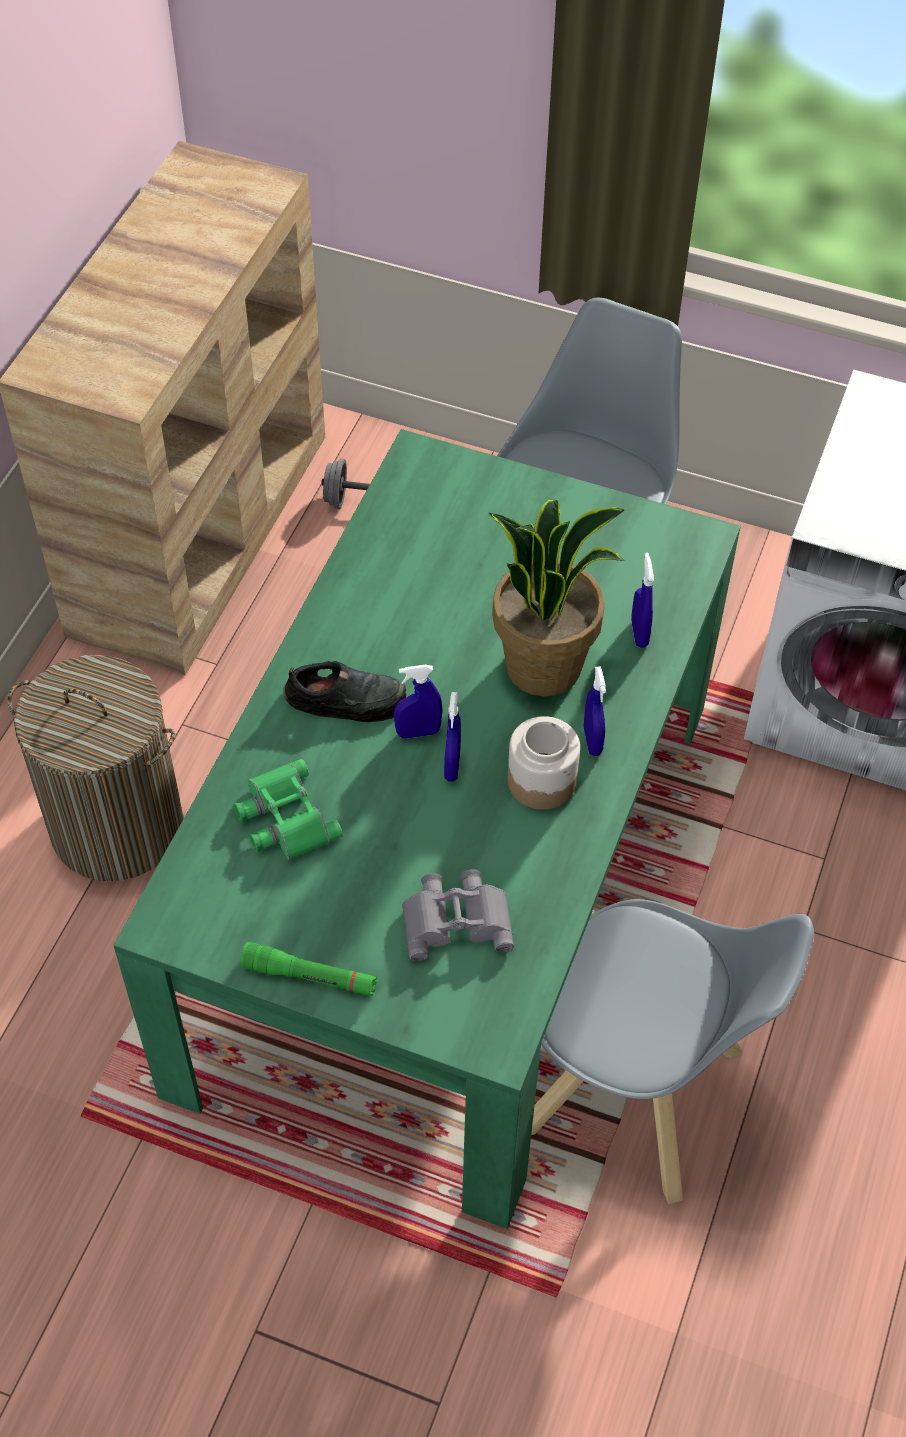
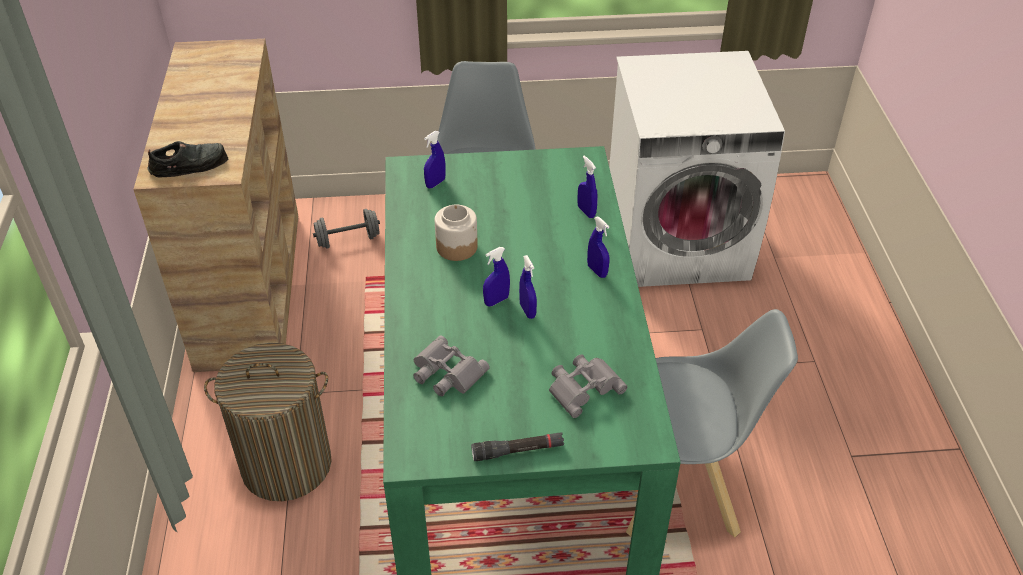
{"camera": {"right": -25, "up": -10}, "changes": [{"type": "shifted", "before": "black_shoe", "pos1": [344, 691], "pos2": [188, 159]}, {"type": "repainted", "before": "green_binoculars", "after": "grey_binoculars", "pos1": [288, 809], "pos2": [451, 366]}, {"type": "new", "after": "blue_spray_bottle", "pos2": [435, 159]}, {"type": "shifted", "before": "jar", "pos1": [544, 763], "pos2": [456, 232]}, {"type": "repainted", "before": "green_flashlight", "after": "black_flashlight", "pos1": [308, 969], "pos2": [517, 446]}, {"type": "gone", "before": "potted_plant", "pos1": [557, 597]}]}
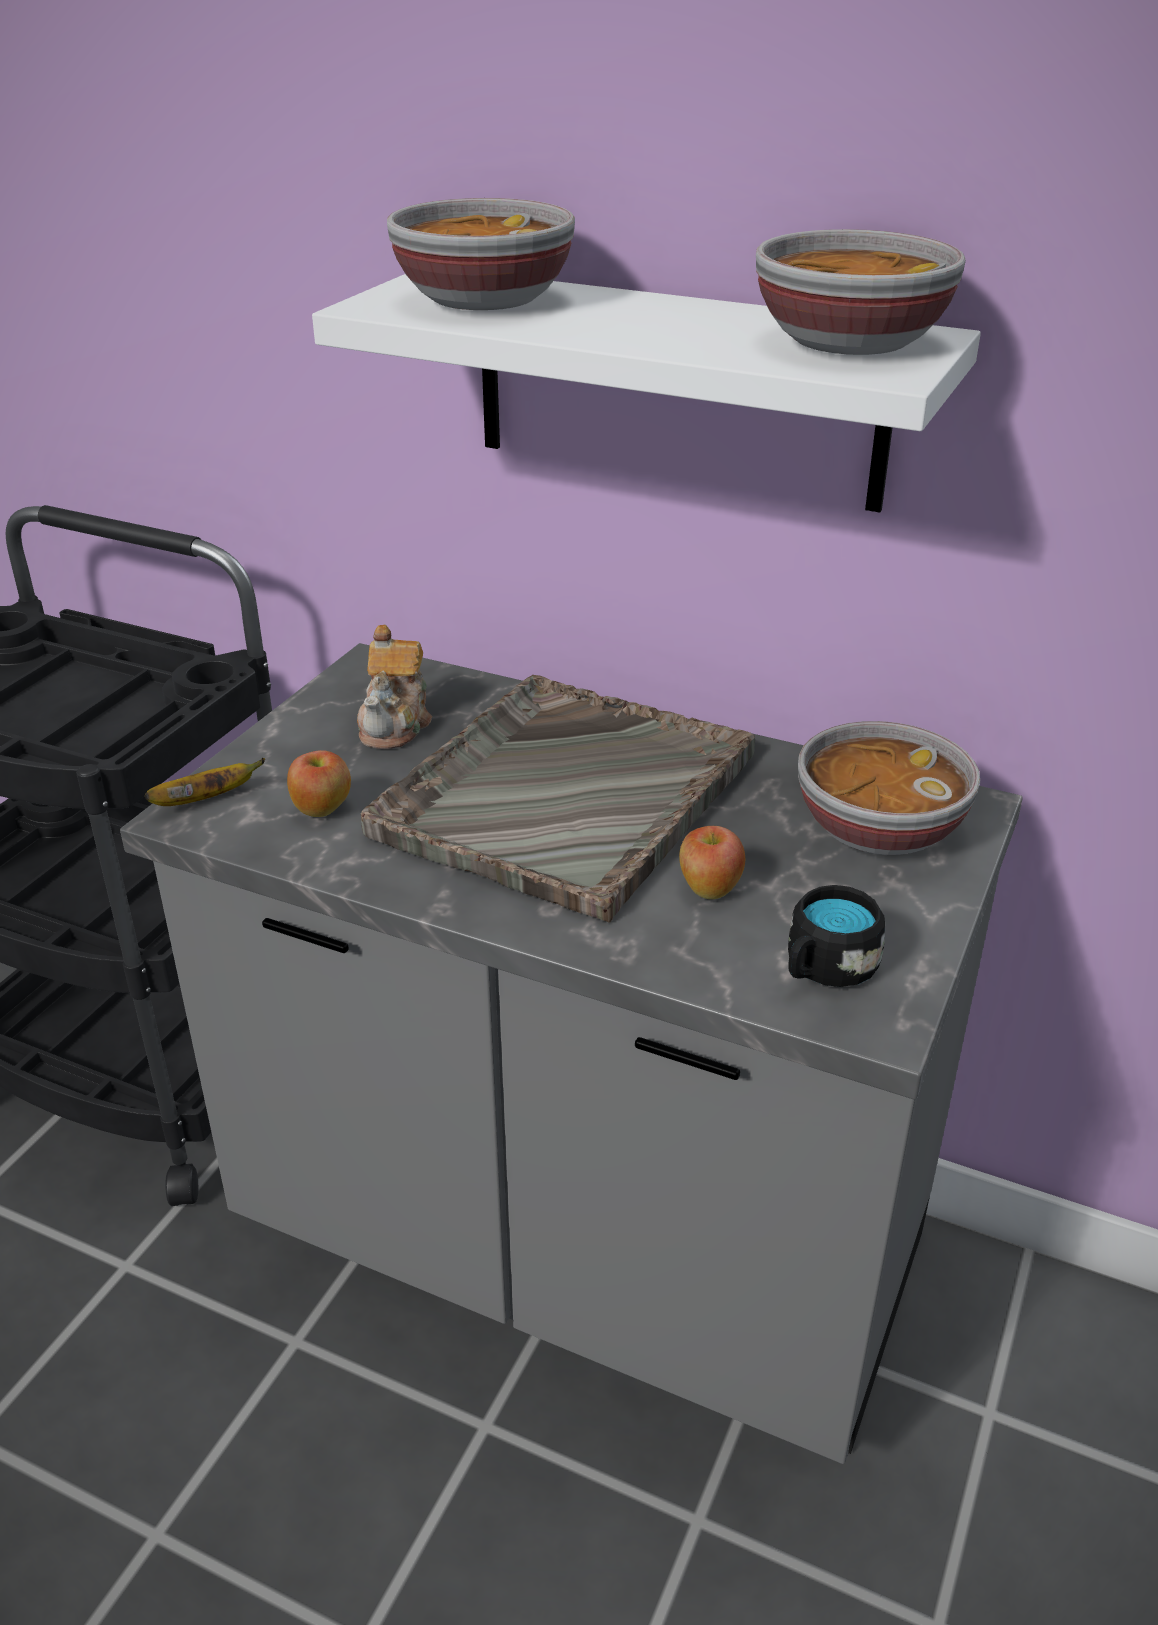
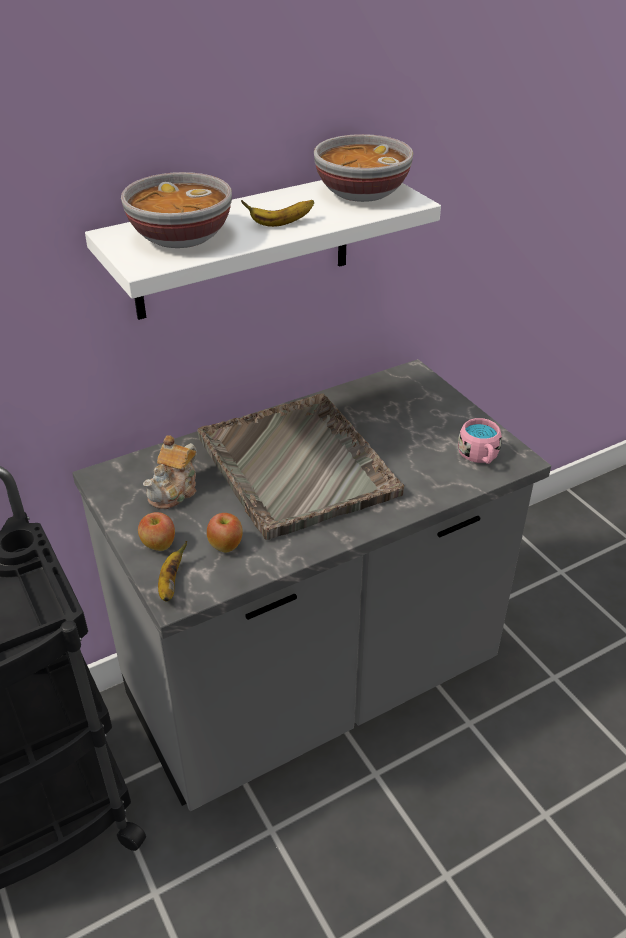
{"camera": {"right": -55, "up": 5}, "changes": [{"type": "shifted", "before": "apple", "pos1": [712, 862], "pos2": [156, 531]}, {"type": "rotated", "before": "teapot", "pos1": [394, 687], "pos2": [170, 472], "turn": 75}, {"type": "new", "after": "banana", "pos2": [277, 213]}, {"type": "repainted", "before": "black_mug", "after": "pink_mug", "pos1": [836, 936], "pos2": [480, 441]}, {"type": "gone", "before": "bowl", "pos1": [889, 788]}]}
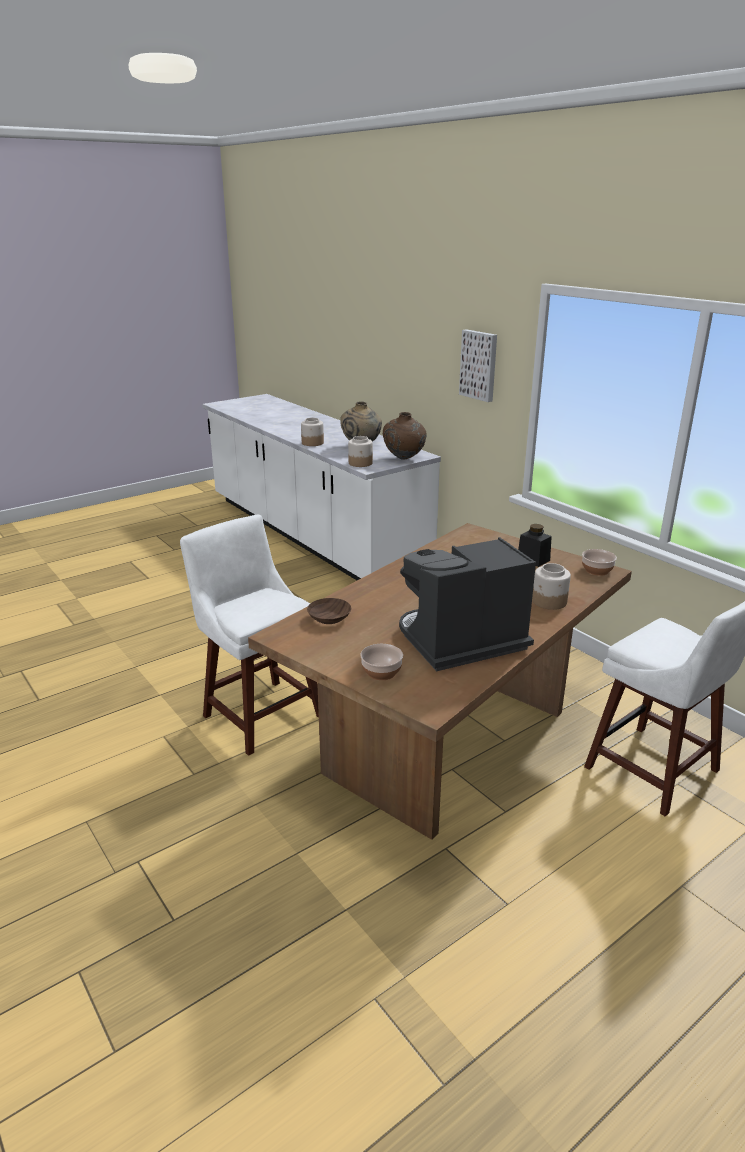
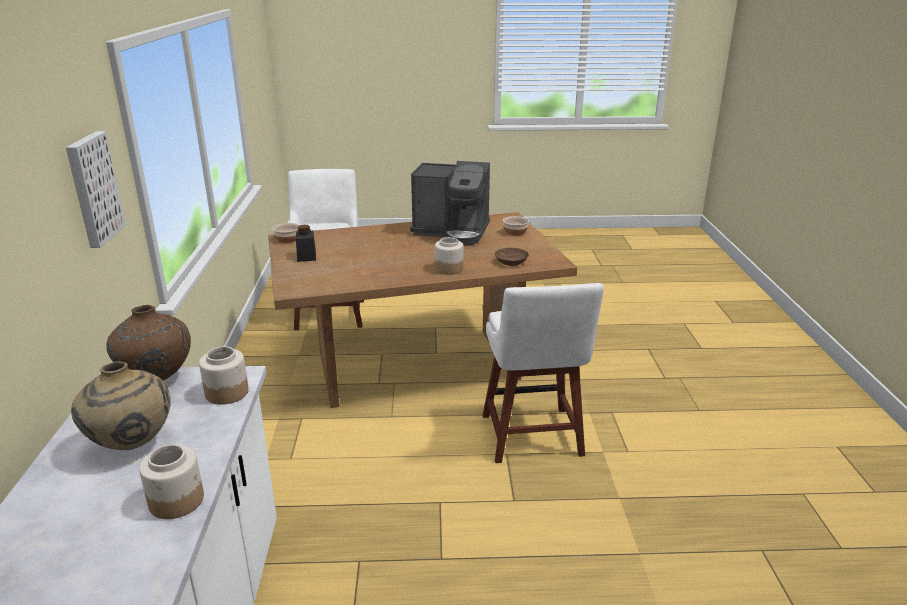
{"camera": {"right": -145, "up": 0}, "changes": [{"type": "shifted", "before": "jar", "pos1": [551, 586], "pos2": [449, 256]}]}
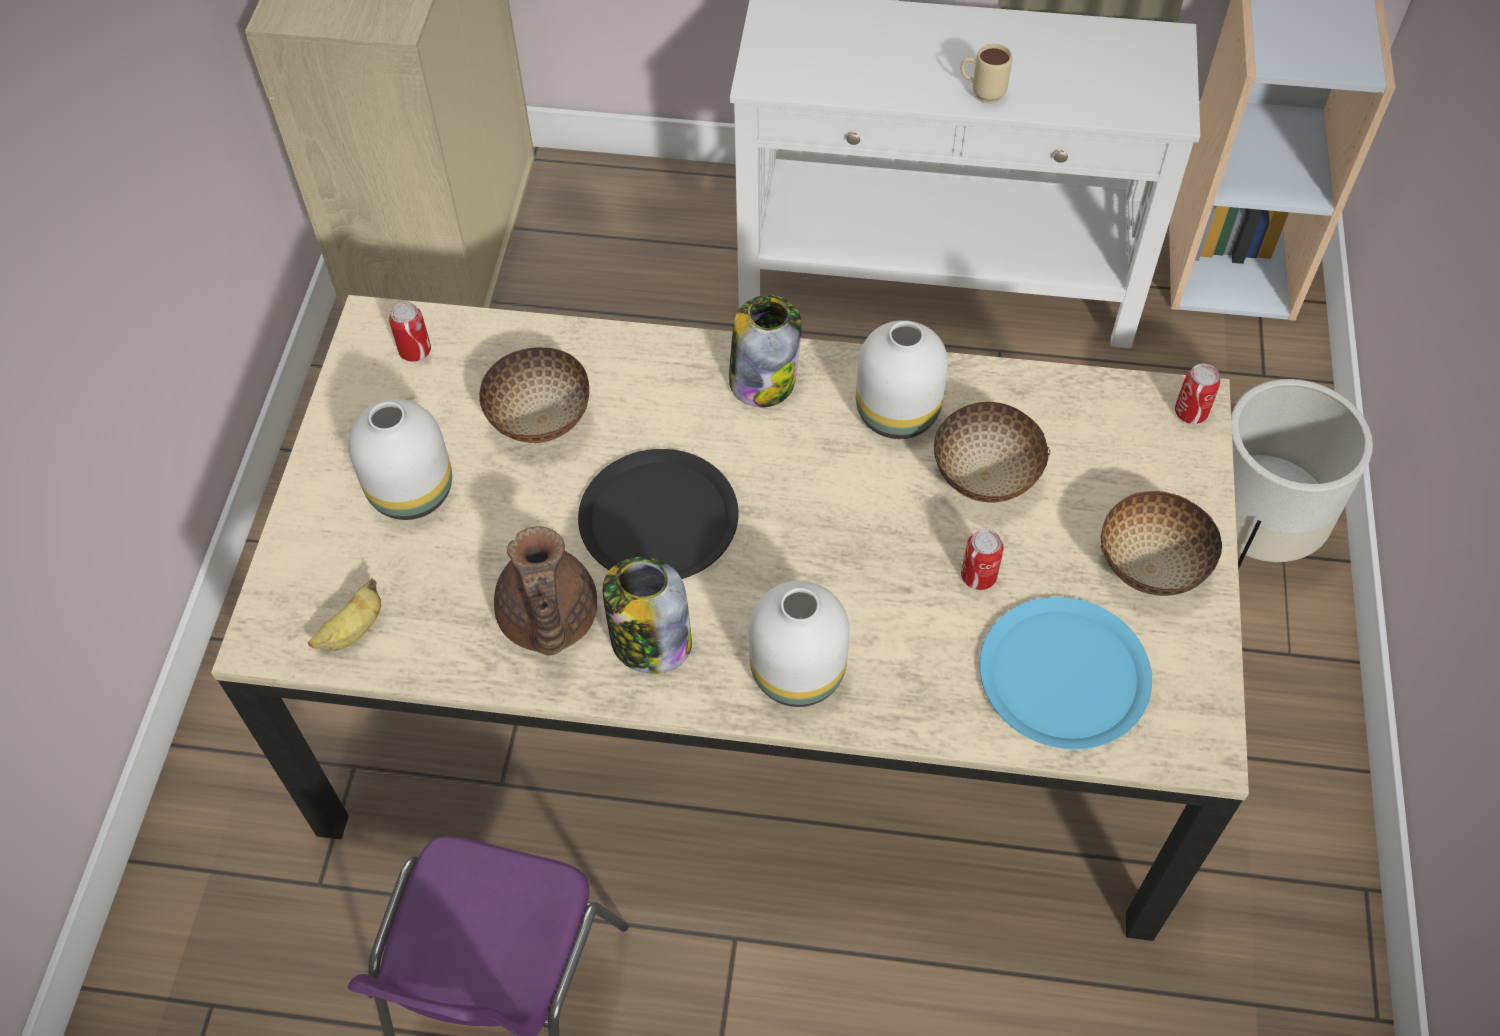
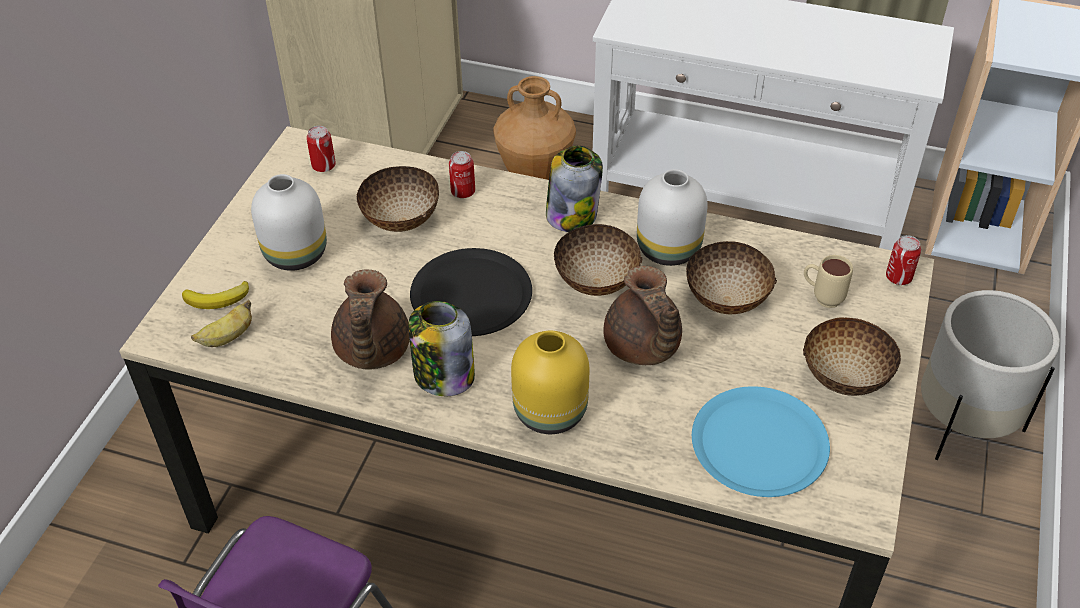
{"camera": {"right": 10, "up": -10}, "changes": [{"type": "new", "after": "banana", "pos2": [215, 295]}, {"type": "shifted", "before": "can", "pos1": [982, 559], "pos2": [462, 174]}, {"type": "new", "after": "brown_vase", "pos2": [534, 128]}, {"type": "repainted", "before": "white_vase", "after": "yellow_vase", "pos1": [799, 644], "pos2": [550, 382]}, {"type": "new", "after": "bowl", "pos2": [598, 260]}, {"type": "new", "after": "brown_teapot", "pos2": [642, 315]}, {"type": "shifted", "before": "beige_mug", "pos1": [986, 74], "pos2": [828, 281]}]}
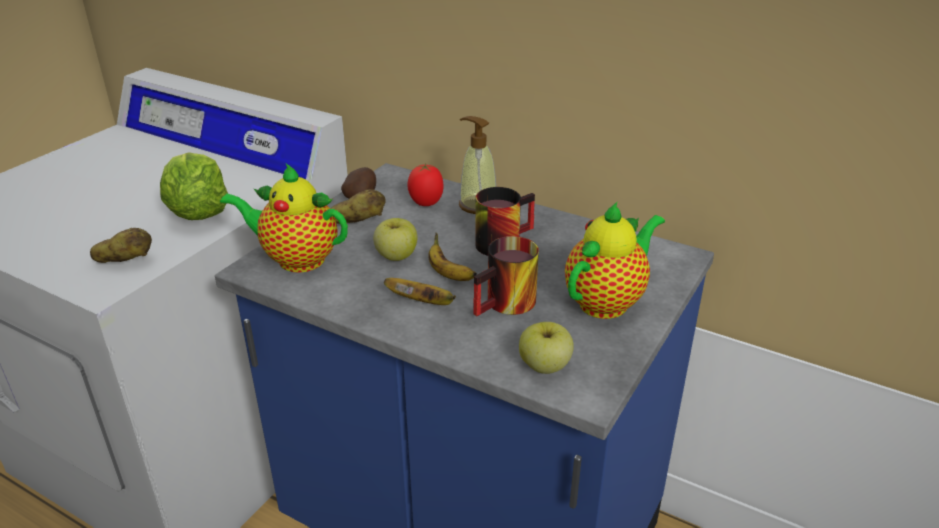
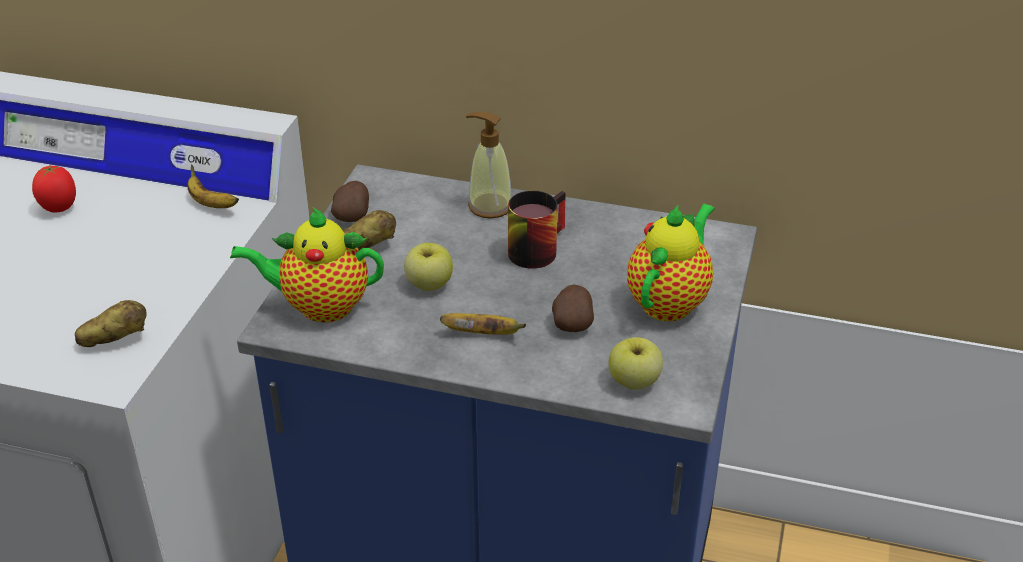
{"camera": {"right": -15, "up": 5}, "changes": [{"type": "shifted", "before": "tomato", "pos1": [425, 184], "pos2": [54, 189]}, {"type": "shifted", "before": "banana", "pos1": [452, 257], "pos2": [213, 186]}, {"type": "swapped", "before": "mug", "after": "potato", "pos1": [506, 276], "pos2": [573, 308]}, {"type": "gone", "before": "lettuce", "pos1": [194, 186]}]}
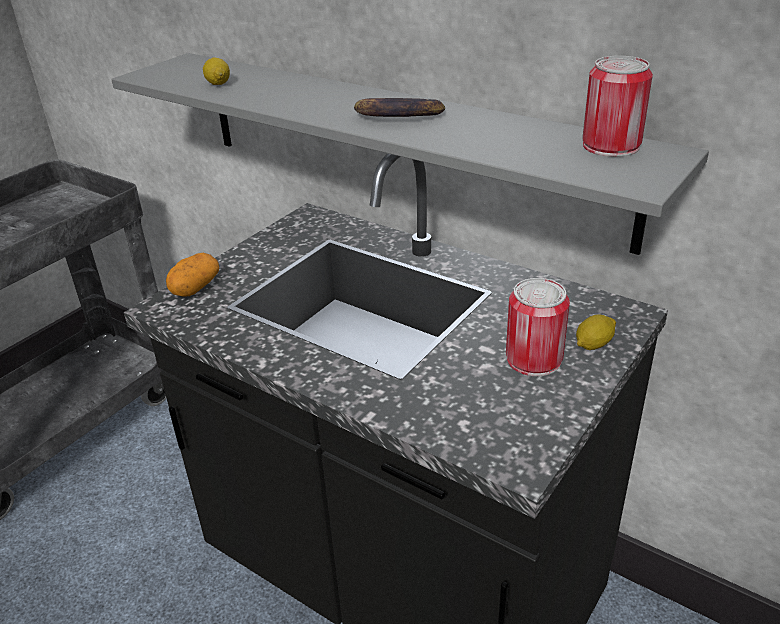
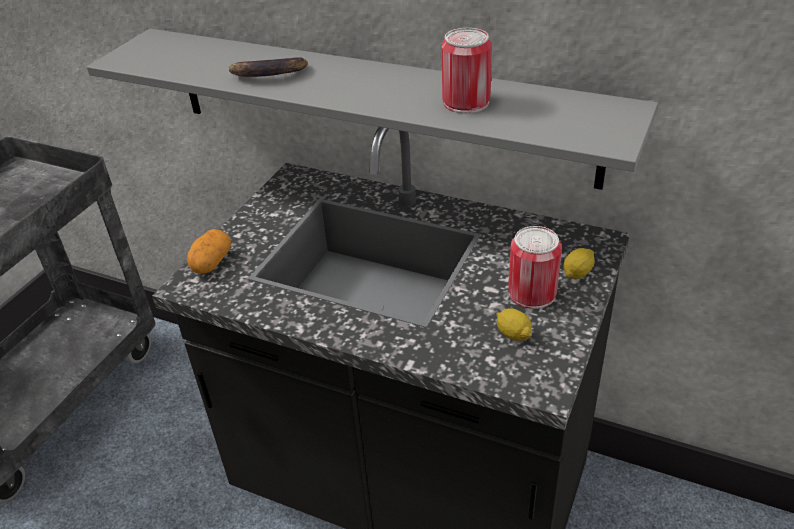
{"camera": {"right": -10, "up": 5}, "changes": [{"type": "shifted", "before": "banana", "pos1": [399, 107], "pos2": [268, 67]}, {"type": "shifted", "before": "can", "pos1": [617, 106], "pos2": [466, 70]}, {"type": "shifted", "before": "lemon", "pos1": [216, 71], "pos2": [514, 324]}]}
